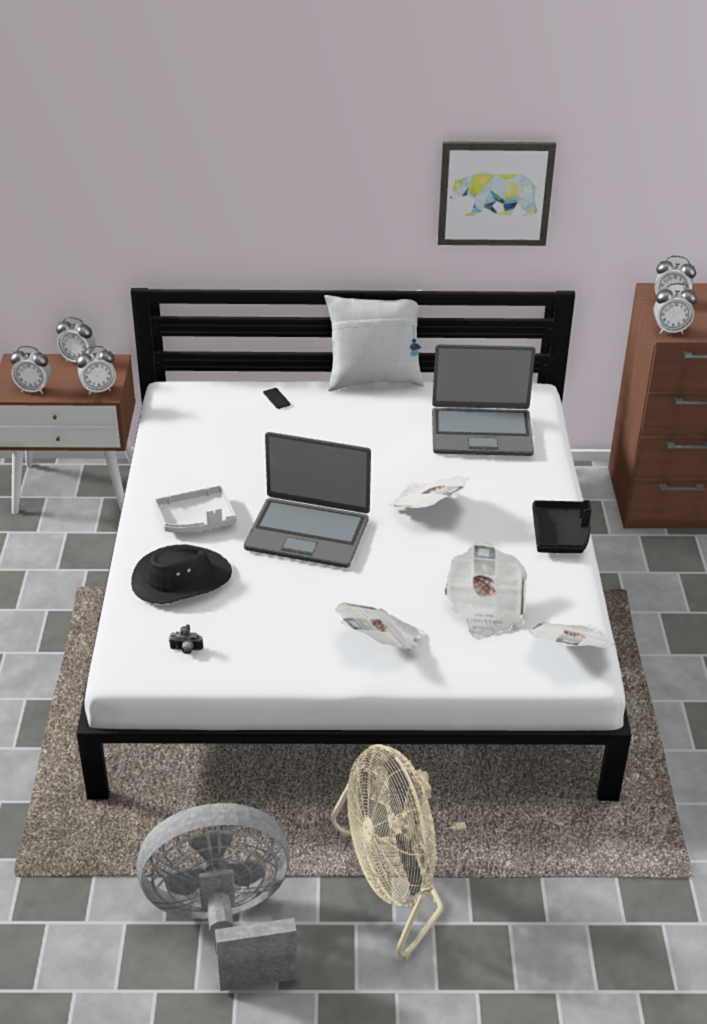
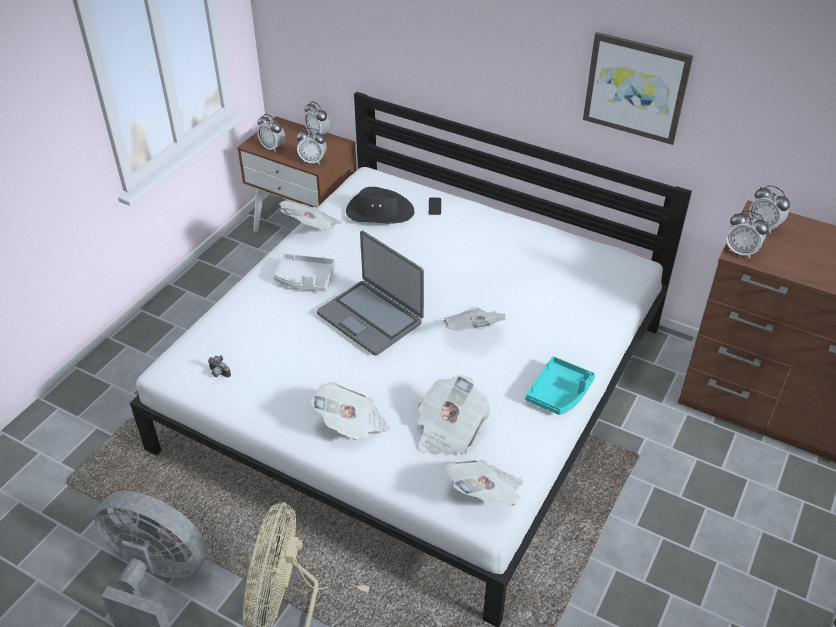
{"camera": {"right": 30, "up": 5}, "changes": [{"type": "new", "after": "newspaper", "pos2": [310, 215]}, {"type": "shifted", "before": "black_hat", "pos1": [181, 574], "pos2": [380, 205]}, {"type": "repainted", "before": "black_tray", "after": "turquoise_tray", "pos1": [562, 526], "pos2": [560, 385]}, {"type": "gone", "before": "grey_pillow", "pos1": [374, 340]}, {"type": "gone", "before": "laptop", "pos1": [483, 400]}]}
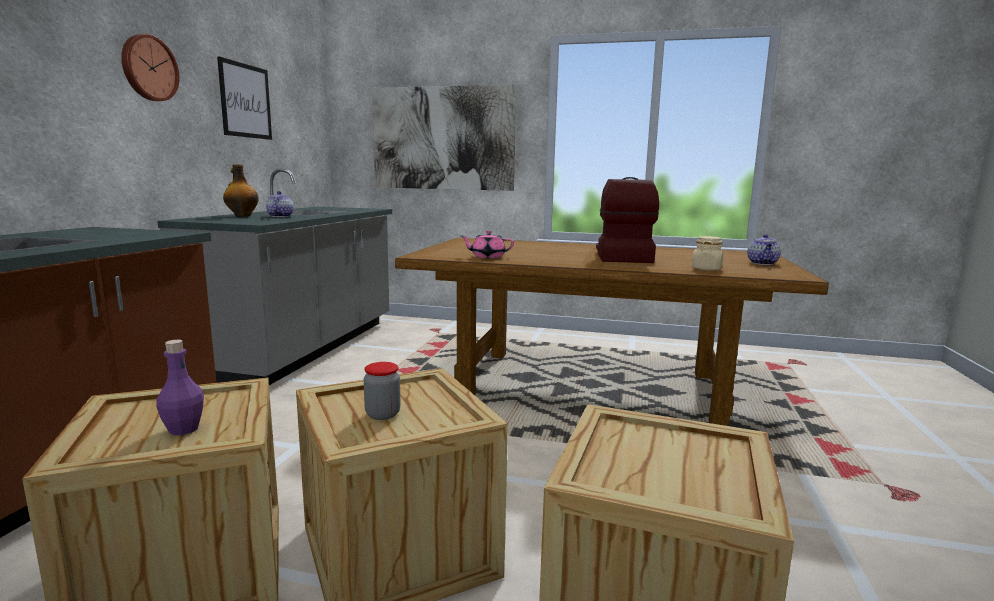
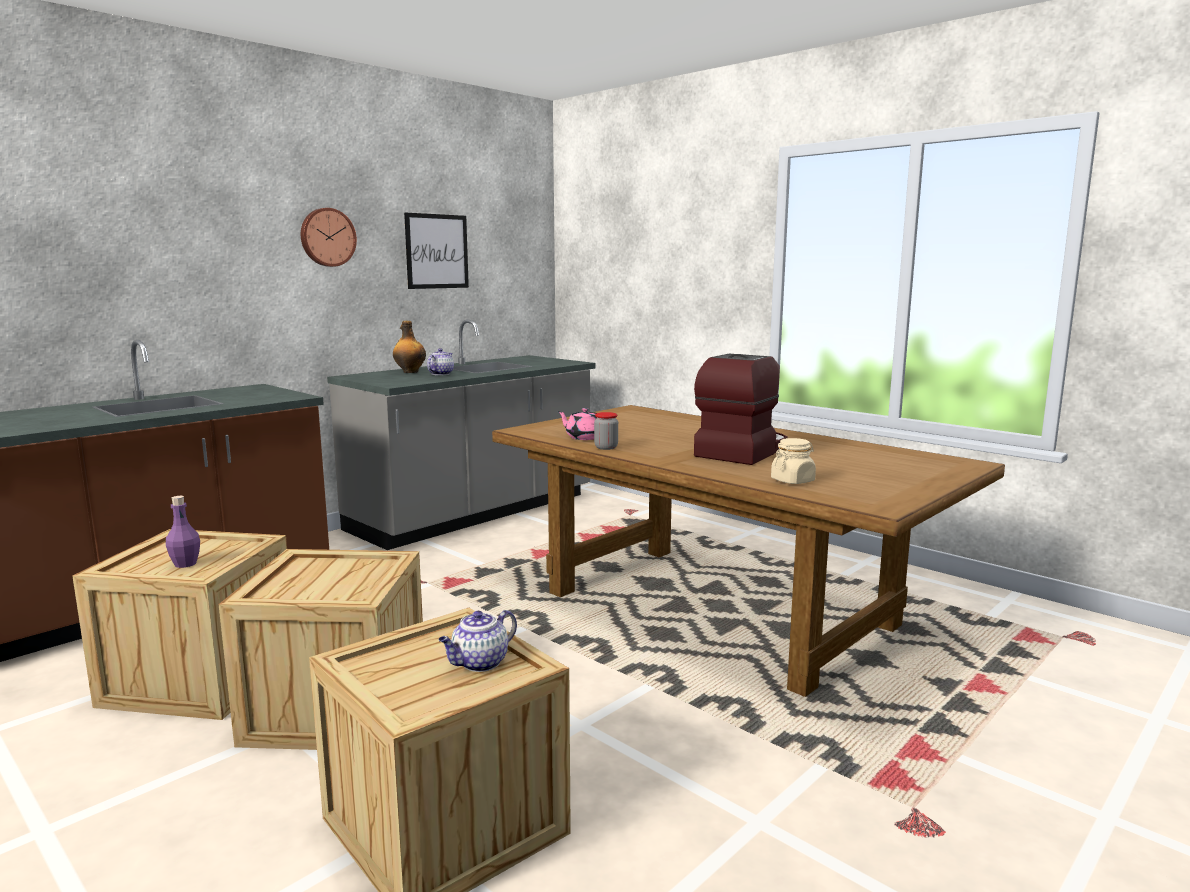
{"camera": {"right": 30, "up": 0}, "changes": [{"type": "shifted", "before": "teapot", "pos1": [764, 249], "pos2": [478, 641]}, {"type": "shifted", "before": "jar", "pos1": [382, 391], "pos2": [606, 431]}, {"type": "gone", "before": "picture", "pos1": [444, 138]}]}
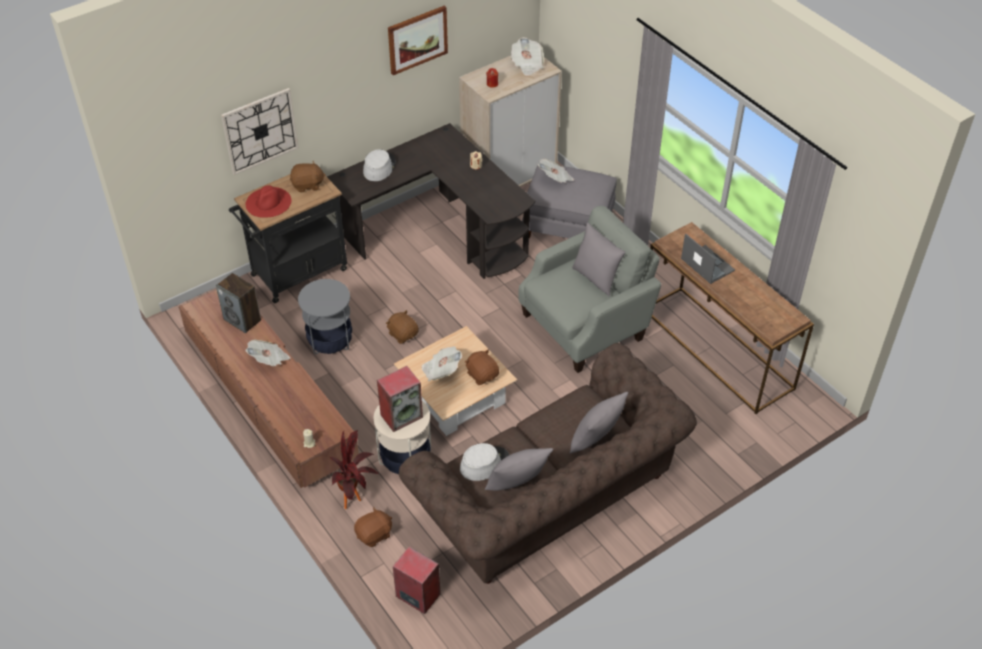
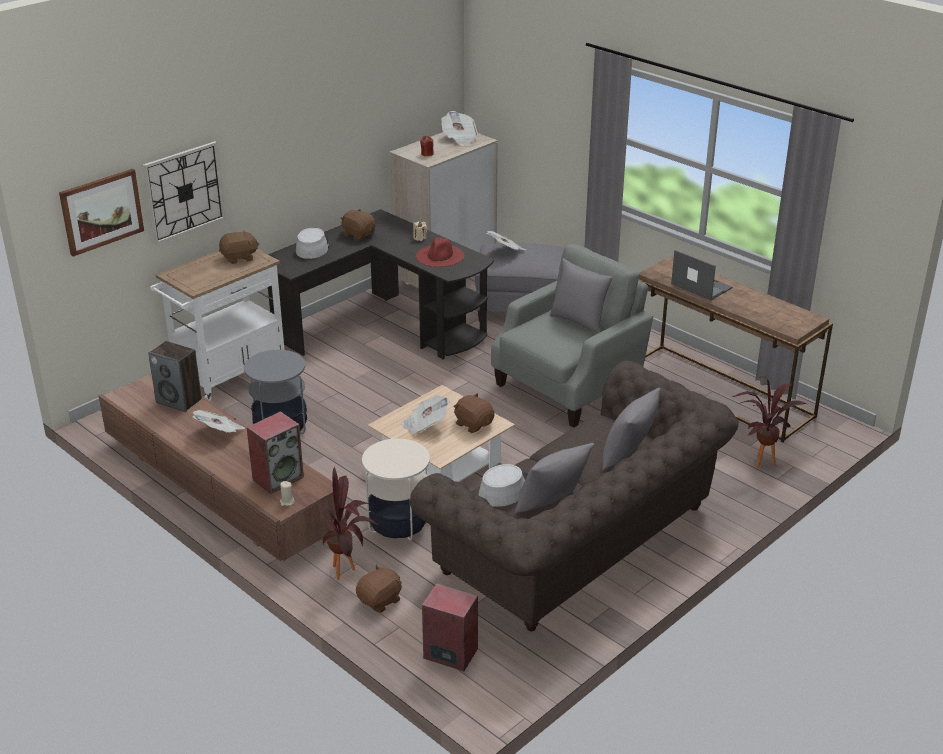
{"camera": {"right": -10, "up": -15}, "changes": [{"type": "shifted", "before": "picture", "pos1": [418, 40], "pos2": [101, 213]}, {"type": "repainted", "before": "black_cart", "after": "white_cart", "pos1": [288, 238], "pos2": [217, 325]}, {"type": "shifted", "before": "speaker", "pos1": [400, 399], "pos2": [275, 452]}, {"type": "shifted", "before": "brown_plush_toy", "pos1": [402, 327], "pos2": [358, 225]}, {"type": "shifted", "before": "red_hat", "pos1": [268, 201], "pos2": [440, 252]}, {"type": "new", "after": "potted_plant", "pos2": [769, 422]}]}
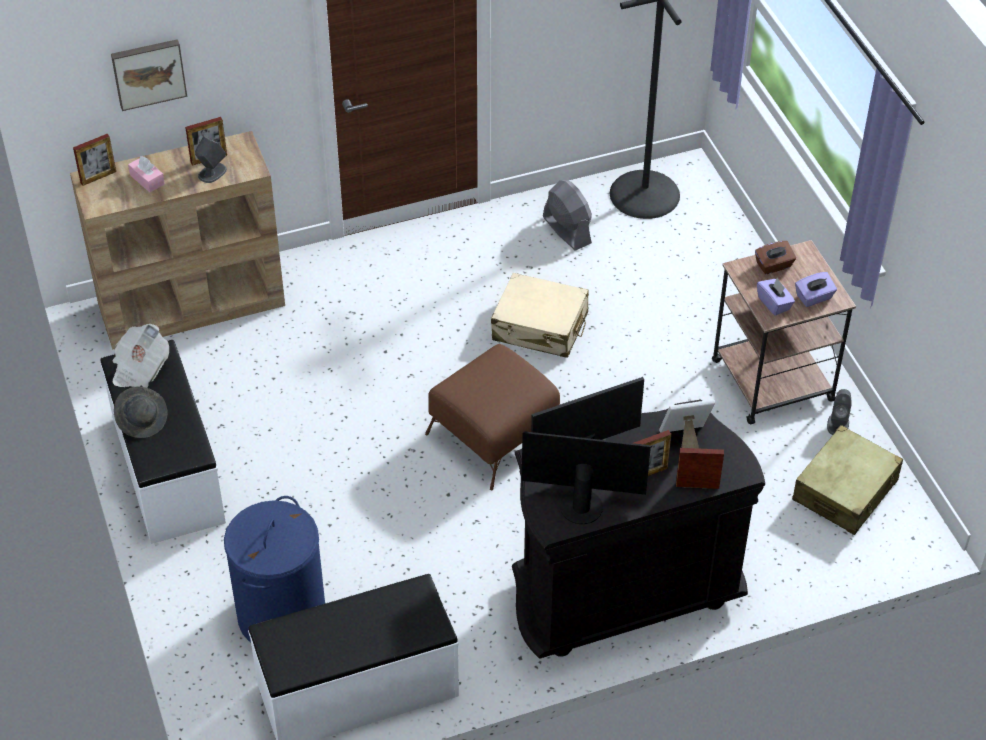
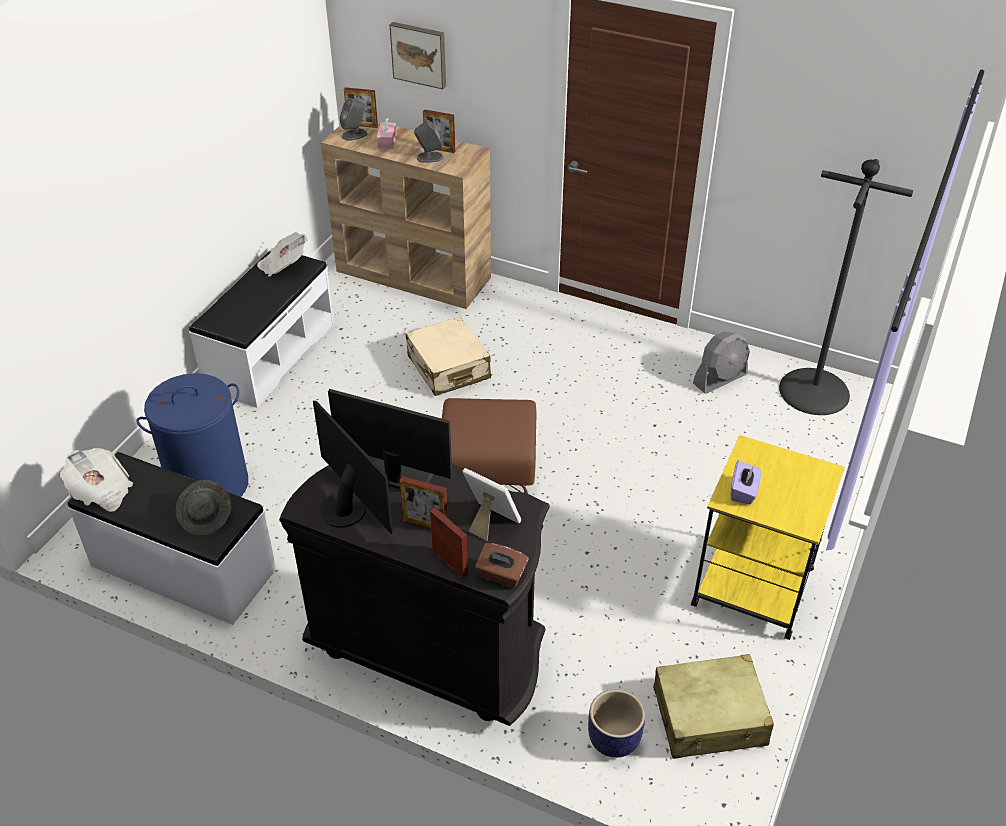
{"camera": {"right": 45, "up": -5}, "changes": [{"type": "new", "after": "newspaper", "pos2": [96, 480]}, {"type": "shifted", "before": "grey_hat", "pos1": [141, 412], "pos2": [203, 507]}, {"type": "shifted", "before": "grey_speaker", "pos1": [839, 412], "pos2": [353, 119]}, {"type": "shifted", "before": "beige_suitcase", "pos1": [540, 315], "pos2": [448, 356]}, {"type": "shifted", "before": "brown_tissue_box", "pos1": [775, 257], "pos2": [501, 565]}, {"type": "new", "after": "planter", "pos2": [616, 723]}, {"type": "repainted", "before": "brown_cart", "after": "yellow_cart", "pos1": [784, 332], "pos2": [768, 537]}, {"type": "rotated", "before": "grey_fan", "pos1": [567, 215], "pos2": [721, 363], "turn": 45}, {"type": "gone", "before": "purple_tissue_box", "pos1": [816, 289]}]}
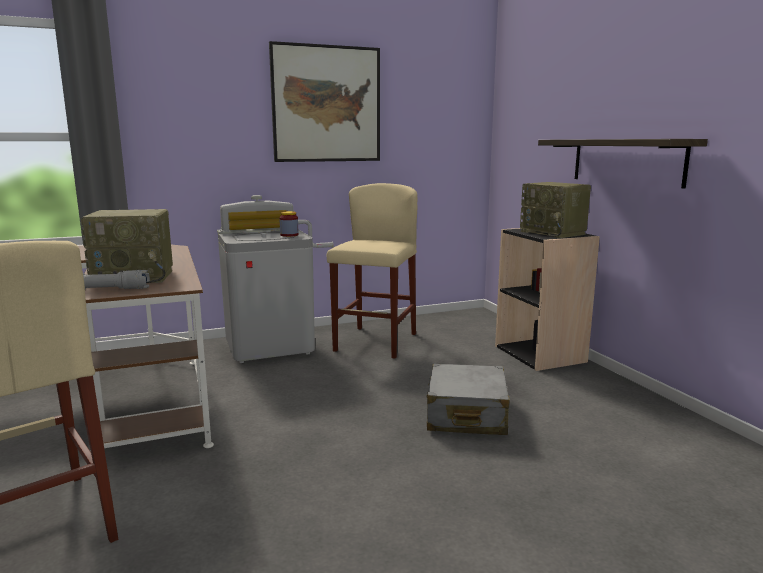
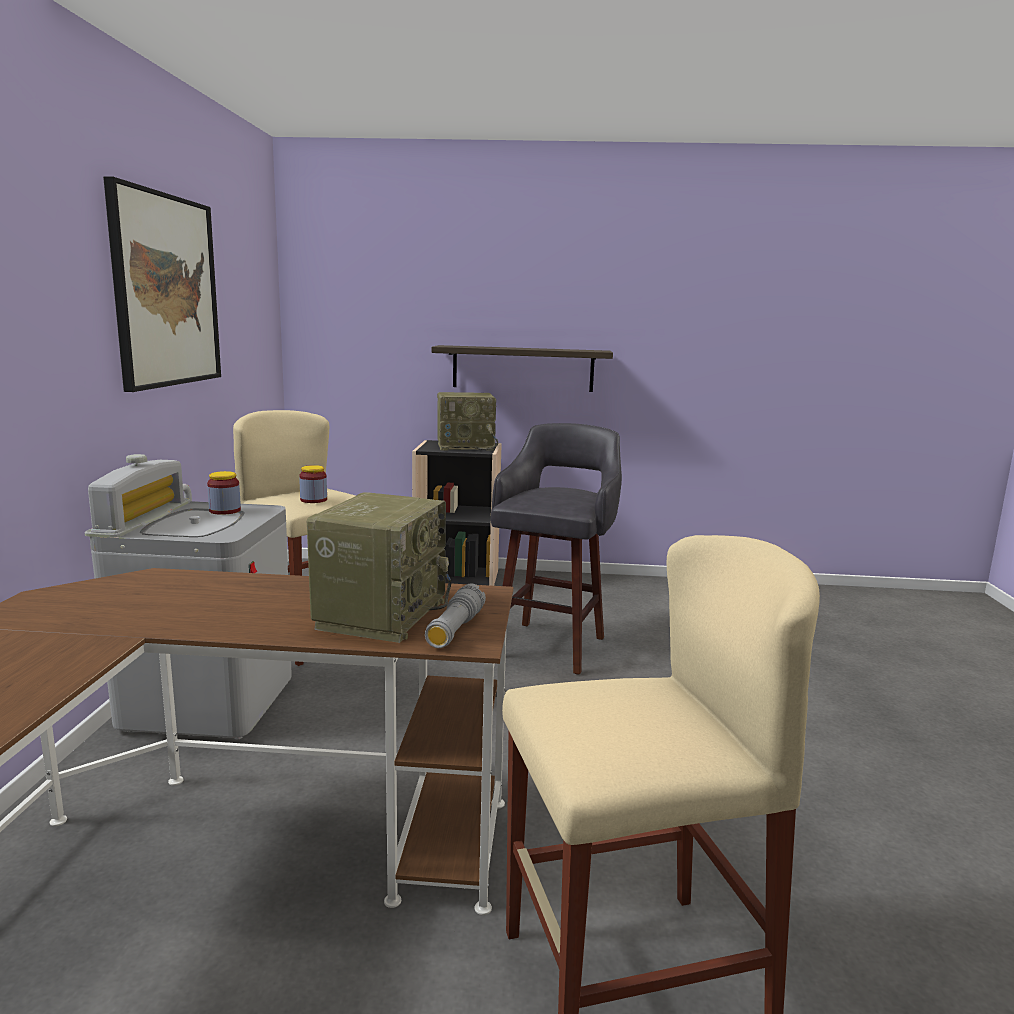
{"camera": {"right": -65, "up": 0}, "changes": [{"type": "new", "after": "jar", "pos2": [313, 484]}, {"type": "swapped", "before": "grey_suitcase", "after": "grey_stool", "pos1": [468, 399], "pos2": [556, 549]}]}
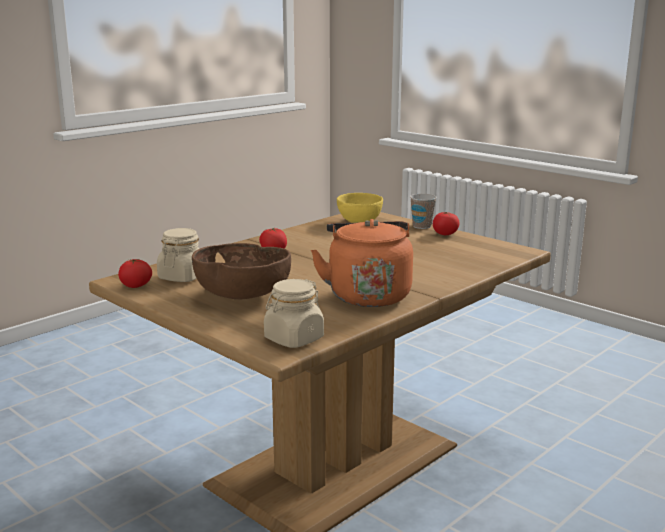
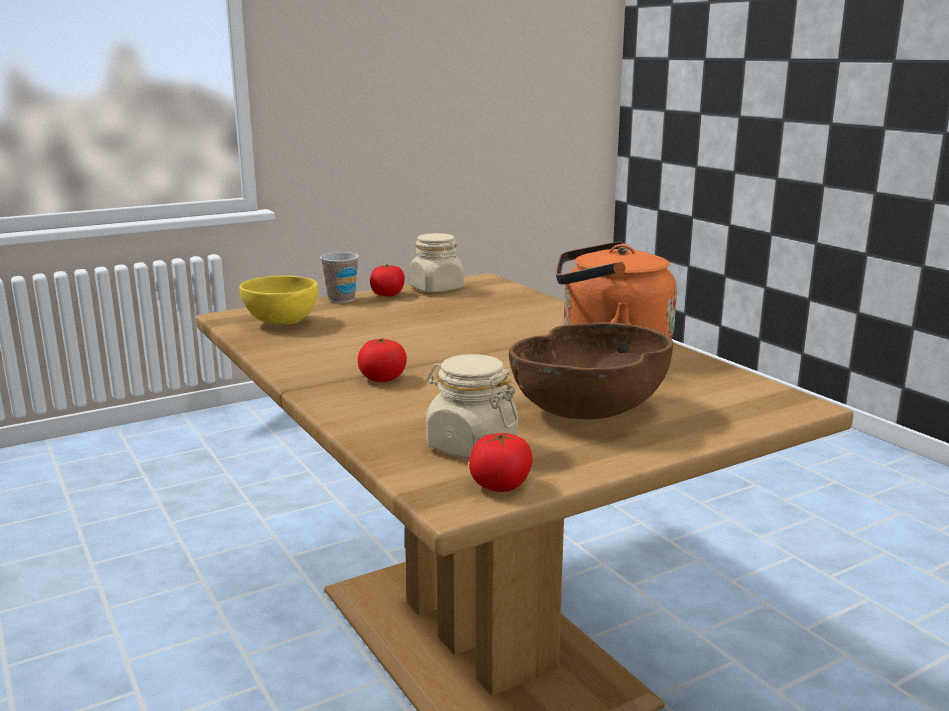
{"camera": {"right": -75, "up": 0}, "changes": [{"type": "shifted", "before": "beige_jar", "pos1": [294, 313], "pos2": [436, 262]}]}
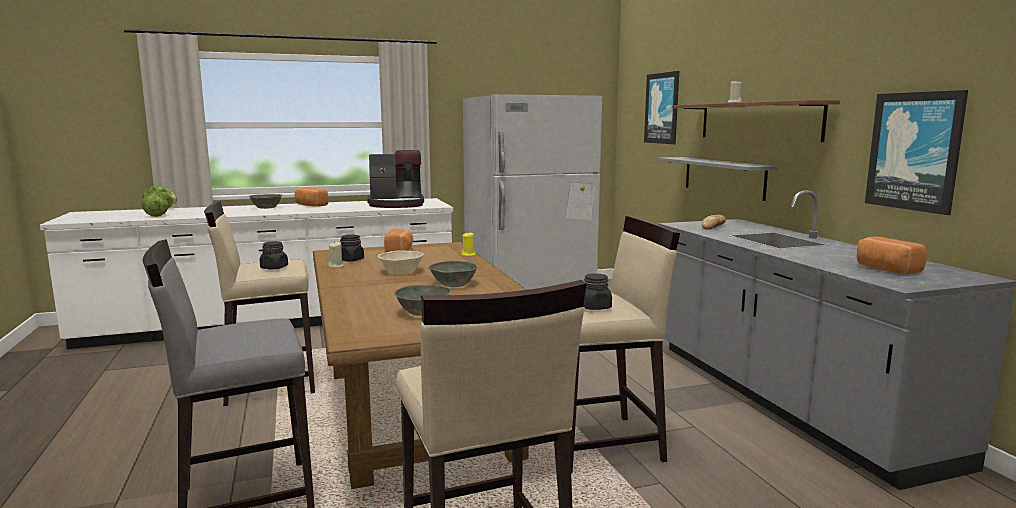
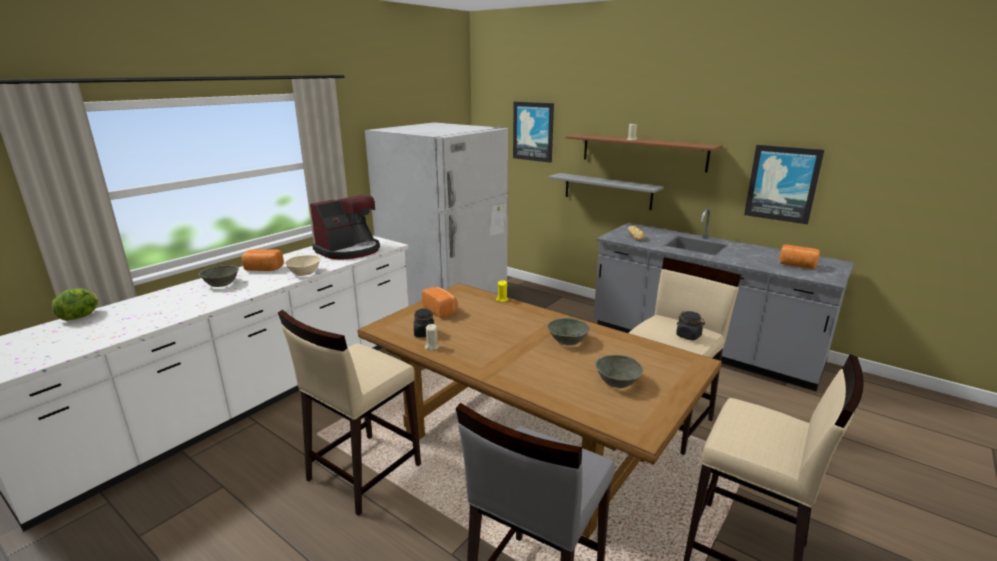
{"camera": {"right": -35, "up": 10}, "changes": [{"type": "shifted", "before": "beige_bowl", "pos1": [401, 262], "pos2": [303, 265]}, {"type": "gone", "before": "lettuce", "pos1": [154, 204]}, {"type": "gone", "before": "black_jar", "pos1": [274, 255]}]}
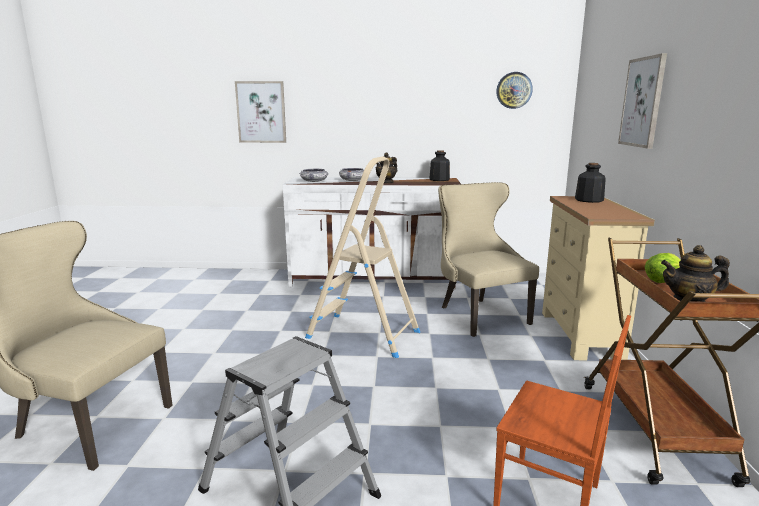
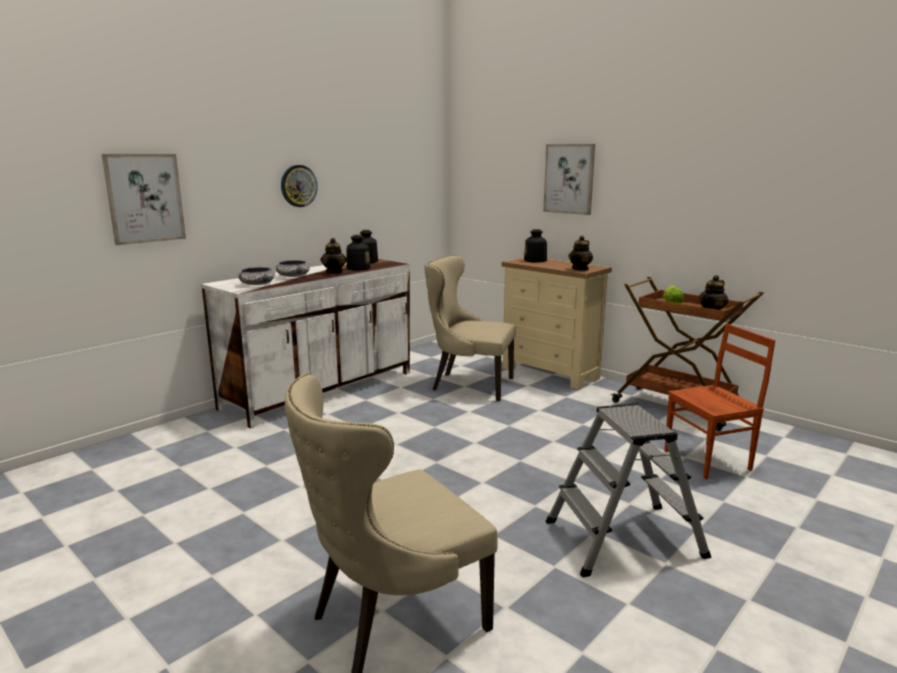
{"camera": {"right": -50, "up": 0}, "changes": [{"type": "shifted", "before": "wall_clock", "pos1": [514, 90], "pos2": [299, 186]}, {"type": "new", "after": "bottle", "pos2": [358, 252]}, {"type": "new", "after": "teapot", "pos2": [581, 253]}, {"type": "gone", "before": "beige_step_ladder", "pos1": [362, 257]}]}
